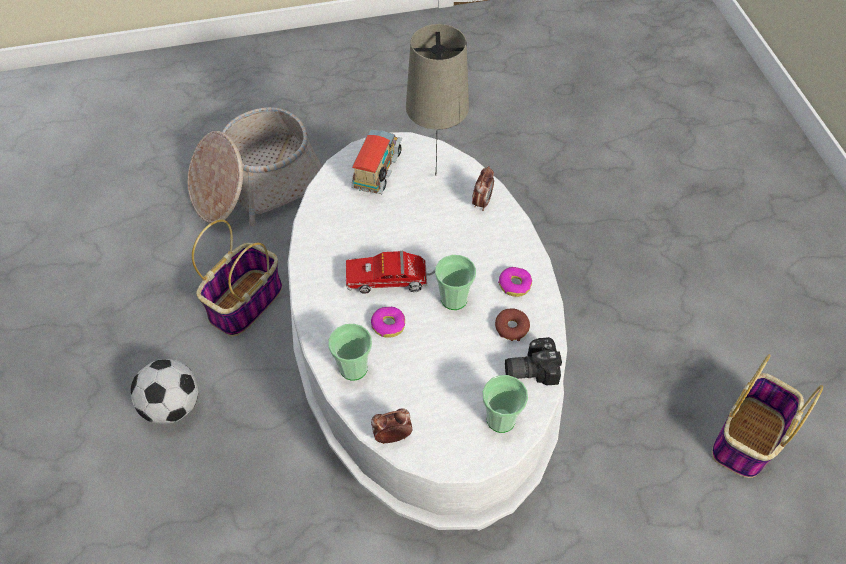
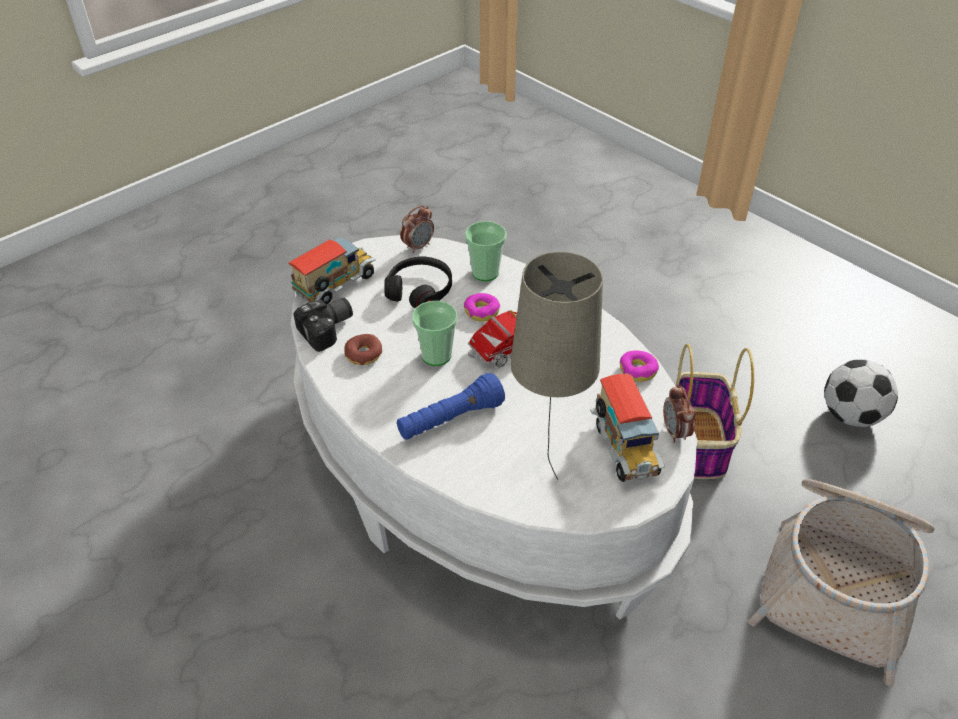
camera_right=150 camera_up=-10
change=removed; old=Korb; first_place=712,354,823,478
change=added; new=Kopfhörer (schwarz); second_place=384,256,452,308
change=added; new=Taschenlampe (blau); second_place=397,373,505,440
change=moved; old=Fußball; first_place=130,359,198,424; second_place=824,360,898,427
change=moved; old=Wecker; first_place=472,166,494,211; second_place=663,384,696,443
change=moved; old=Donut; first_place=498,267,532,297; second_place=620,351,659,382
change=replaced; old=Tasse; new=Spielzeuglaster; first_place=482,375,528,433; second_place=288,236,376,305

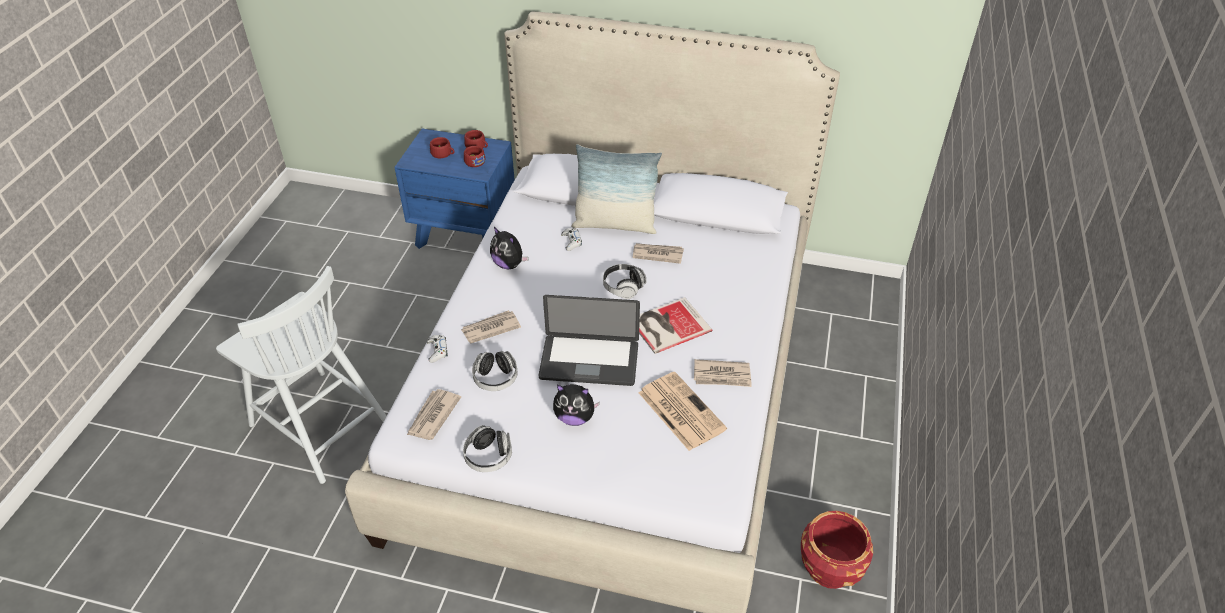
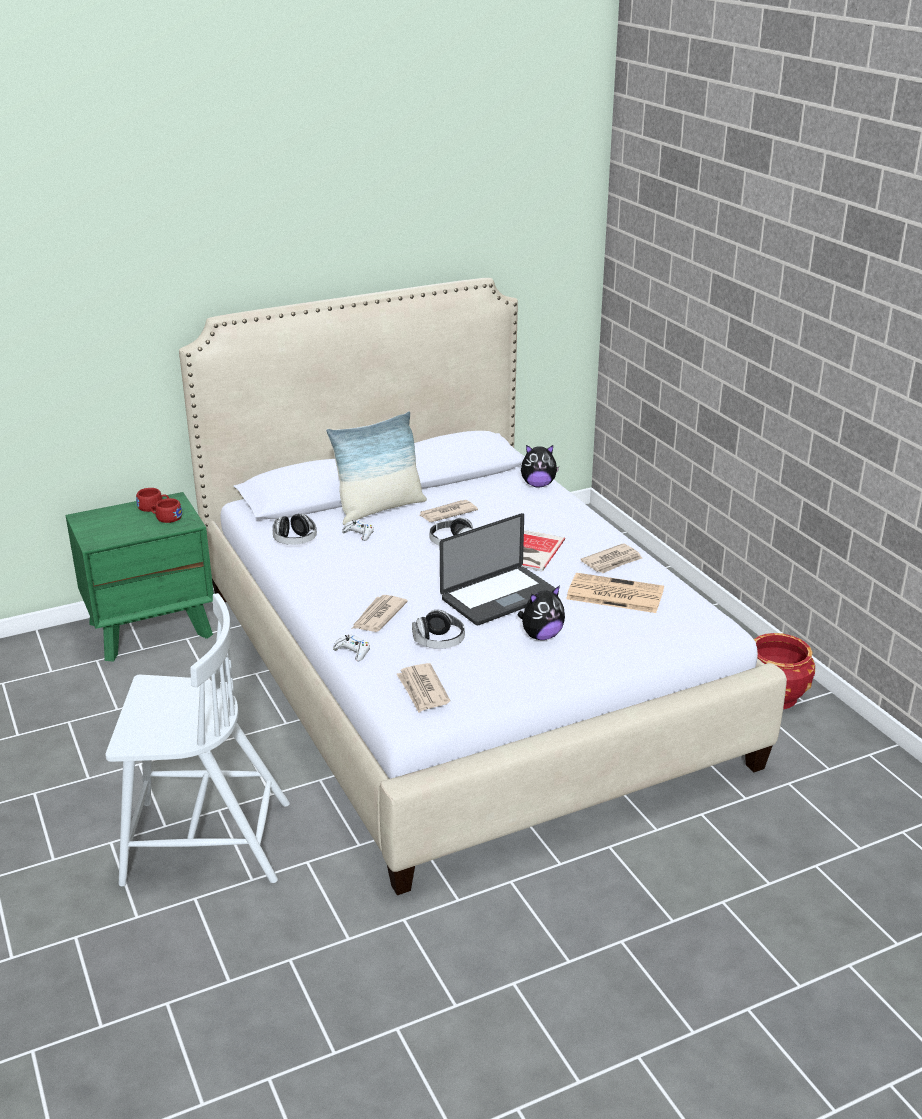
camera_right=-40 camera_up=-15
change=removed; old=Tasse (rot); first_place=430,137,454,158
change=moved; old=Kopfhörer; first_place=463,425,512,472; second_place=272,513,317,545
change=moved; old=Plüschtier; first_place=490,227,529,269; second_place=521,445,559,487
change=recoloured; old=Nachttisch (blau); new=Nachttisch (grün); first_place=394,129,515,249; second_place=65,492,214,661

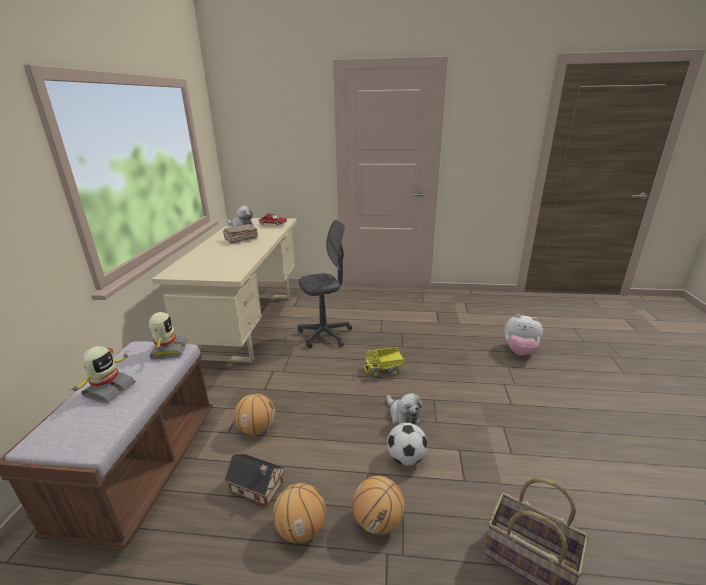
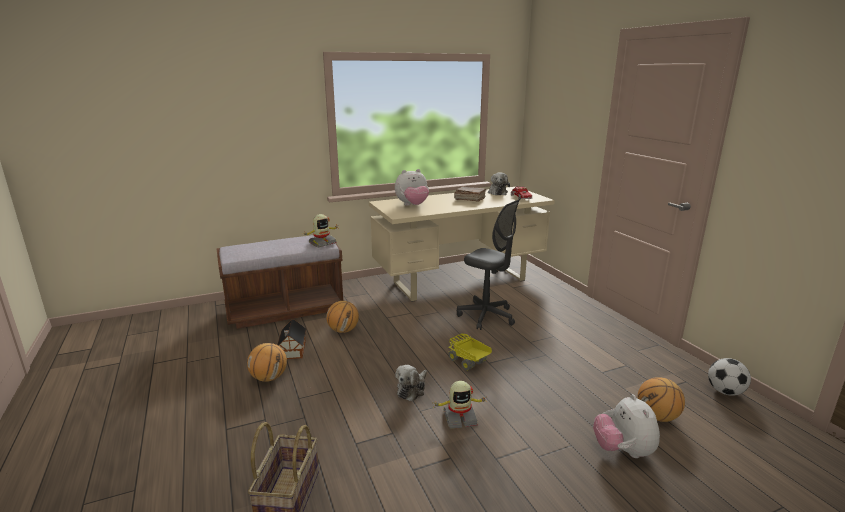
camera_right=60 camera_up=-5
change=added; new=Plüschtier; second_place=395,169,429,206
change=moved; old=Spielzeugroboter; first_place=70,346,136,403; second_place=434,381,487,429
change=moved; old=Basketball; first_place=353,476,405,535; second_place=638,377,685,422
change=moved; old=Fußball; first_place=387,423,428,466; second_place=708,358,751,396

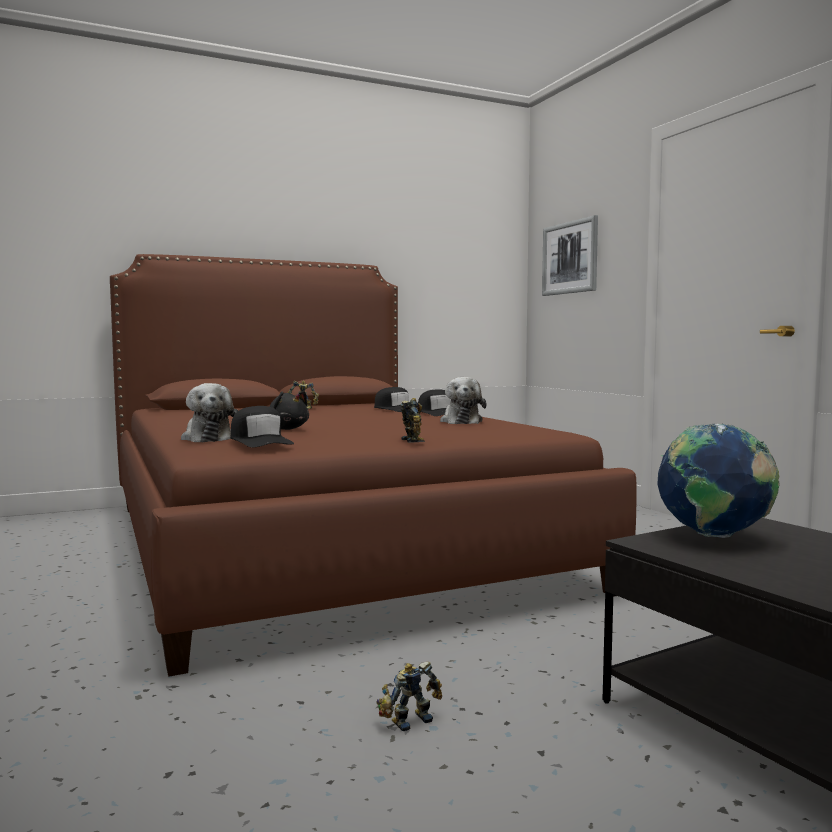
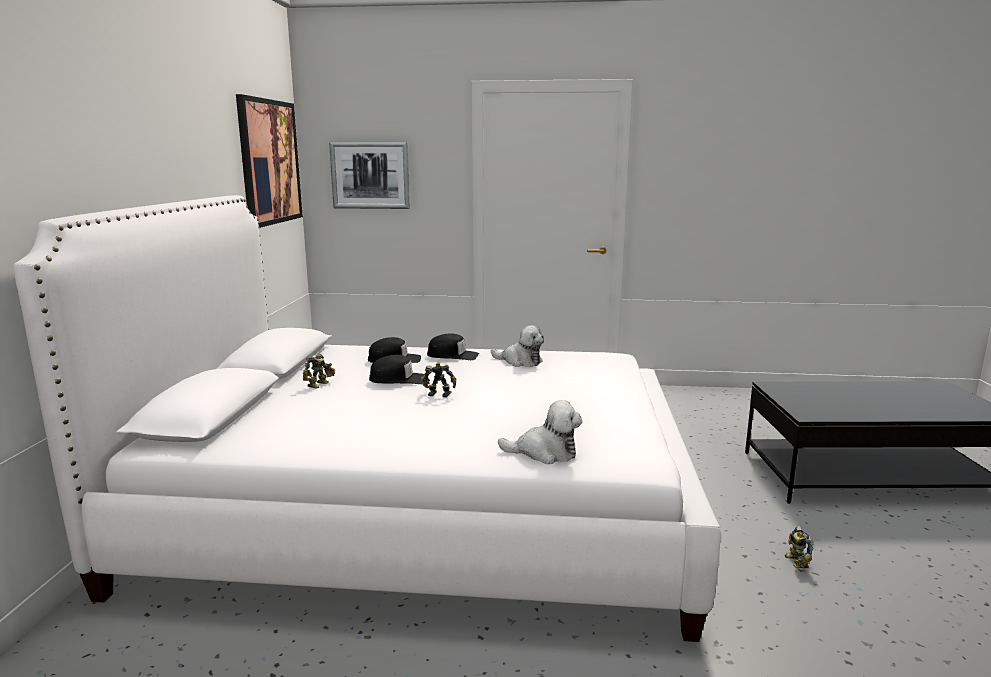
camera_right=-60 camera_up=10
change=removed; old=Plüschtier (schwarz); first_place=269,391,309,430
change=removed; old=Globus; first_place=657,423,780,538
change=added; new=Bild; second_place=236,94,303,228
change=moved; old=Kappe (schwarz); first_place=231,406,294,447; second_place=369,355,425,384
change=moved; old=Spielzeugroboter; first_place=401,398,425,443; second_place=421,363,457,398
change=recoloured; old=Bett (braun); new=Bett (weiß); first_place=110,254,637,677; second_place=13,195,721,642

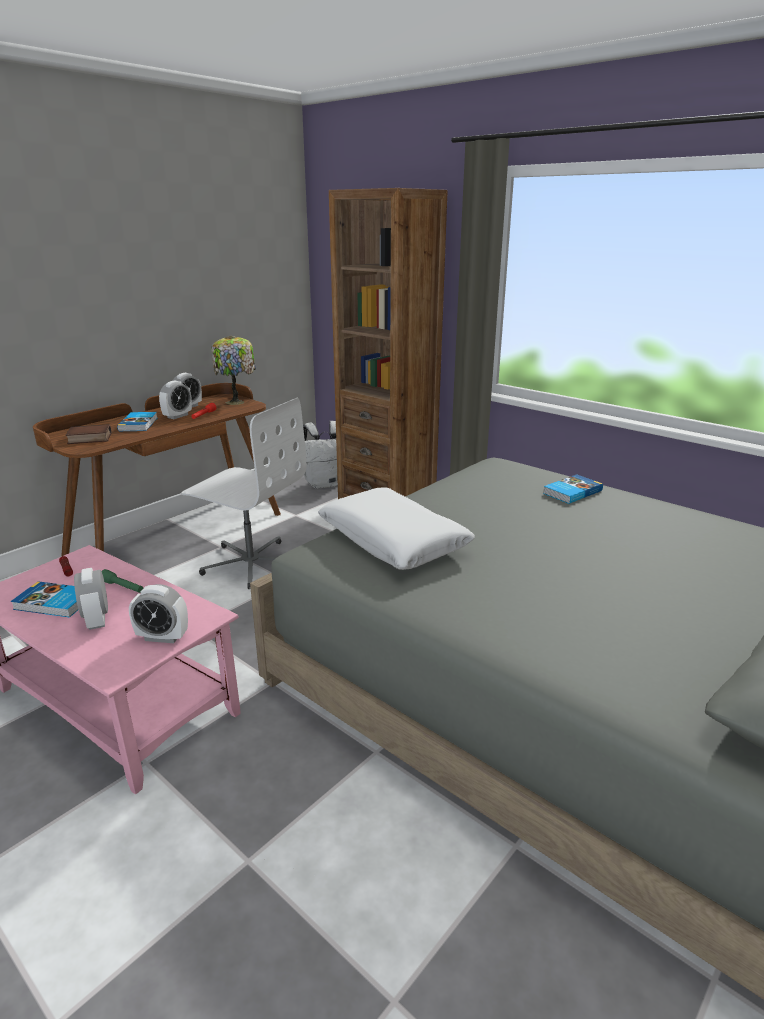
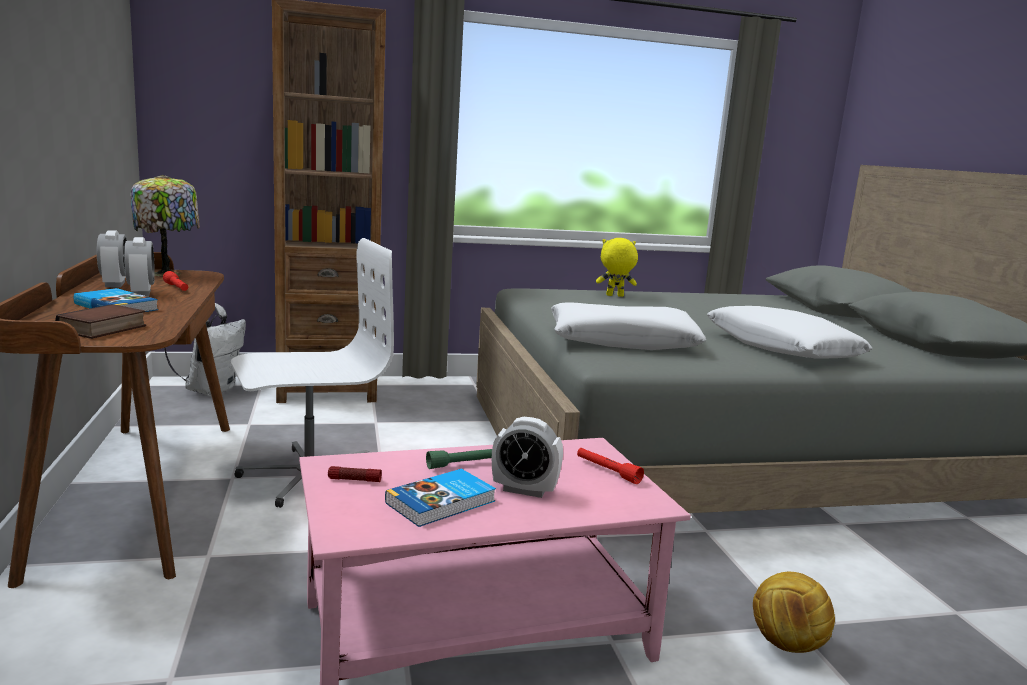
camera_right=-55 camera_up=-10
change=added; new=Kissen (weiß); second_place=707,306,872,359
change=added; new=Fußball; second_place=753,572,835,653
change=replaced; old=Wecker; new=Taschenlampe (rot); first_place=129,584,188,643; second_place=577,448,644,484
change=replaced; old=Buch; new=Plüschtier (gelb); first_place=543,474,603,504; second_place=596,238,638,297

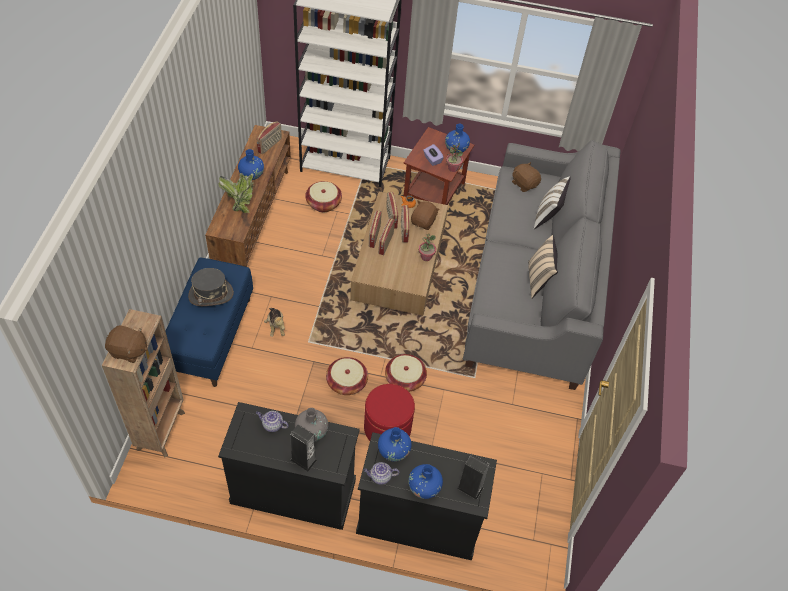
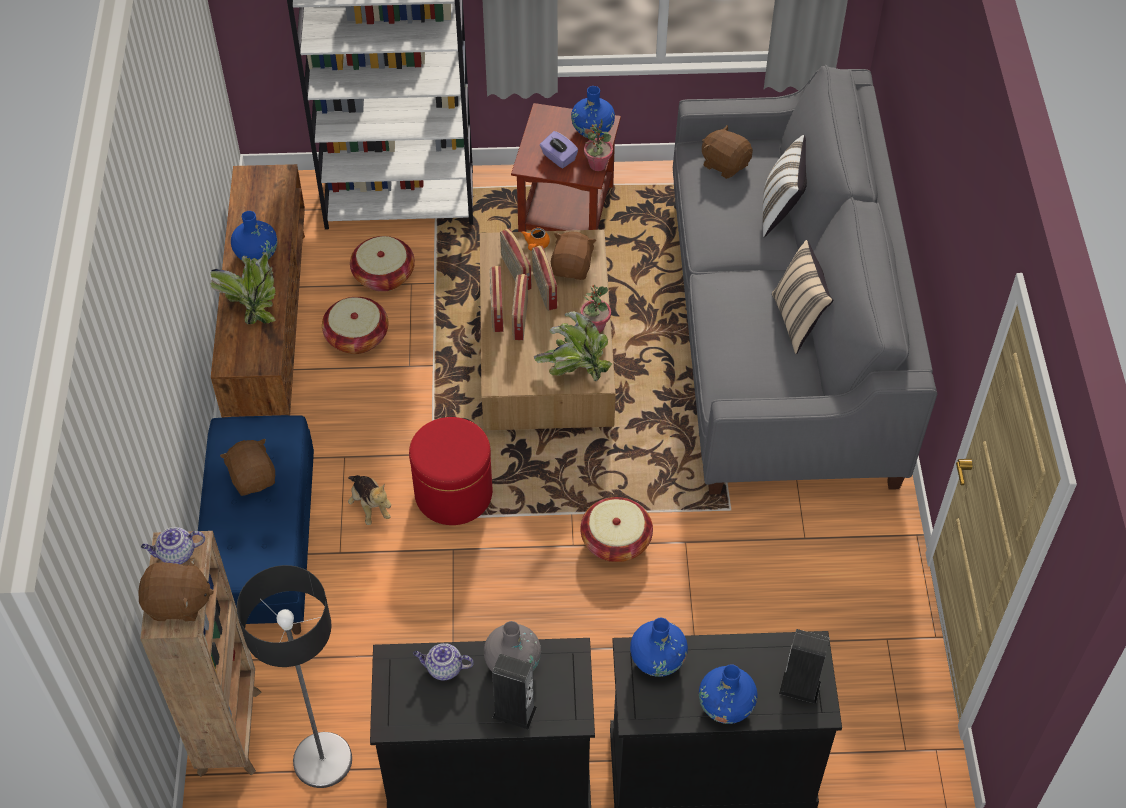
camera_right=-10 camera_up=0
change=removed; old=Radio; first_place=256,121,282,154
change=added; new=Stehlampe; second_place=237,565,352,788
change=added; new=Topfpflanze; second_place=534,312,612,381
change=moved; old=Korb; first_place=326,357,368,395; second_place=322,297,389,354
change=moved; old=Teekanne; first_place=363,462,399,485; second_place=141,527,205,564
change=moved; old=Polsterhocker (rot); first_place=364,384,415,441; second_place=409,417,492,525
change=replaced; old=Hut (grau); new=Plüschtier (braun); first_place=188,268,234,306; second_place=220,439,275,496

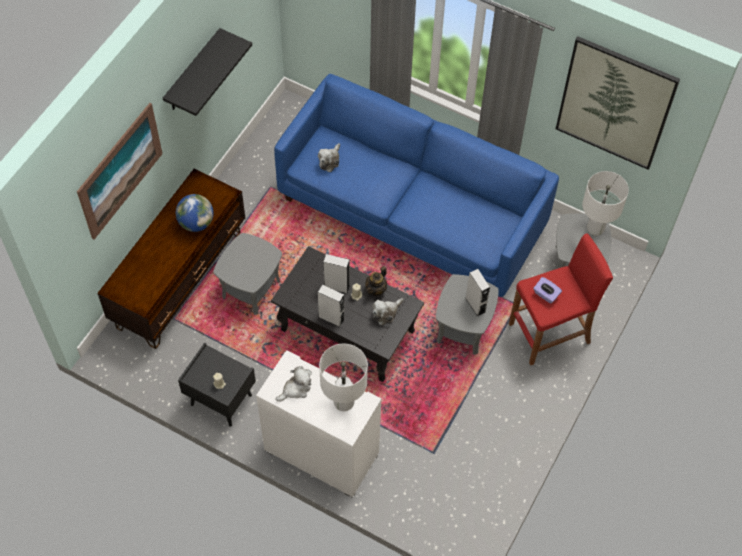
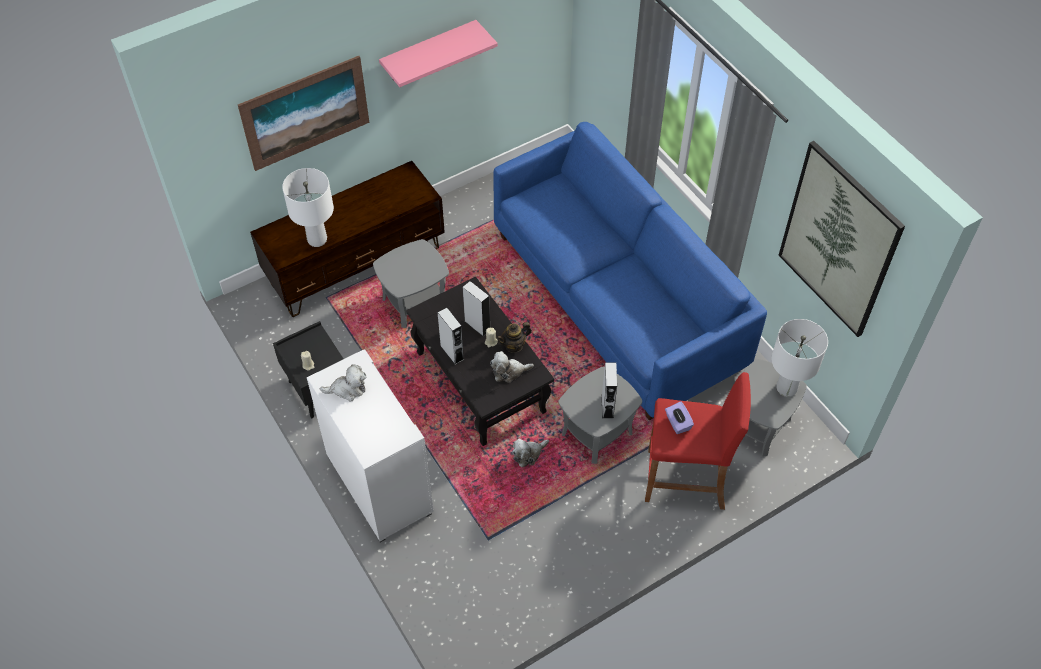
camera_right=30 camera_up=-5
change=removed; old=Globus; first_place=176,194,214,232
change=moved; old=Plüschtier; first_place=318,143,340,172; second_place=512,438,549,467
change=moved; old=Tischlampe (weiß); first_place=319,344,368,411; second_place=282,168,334,247
change=recoloured; old=Wandregal (schwarz); new=Wandregal (rosa); first_place=163,28,252,116; second_place=379,20,498,87

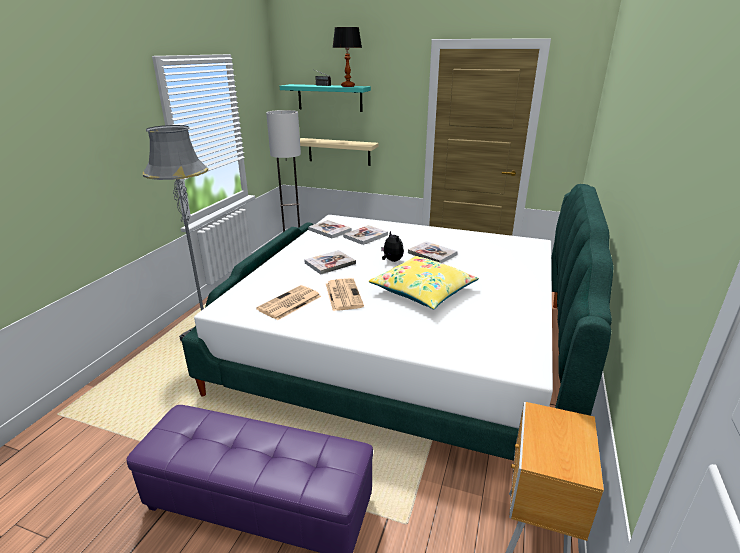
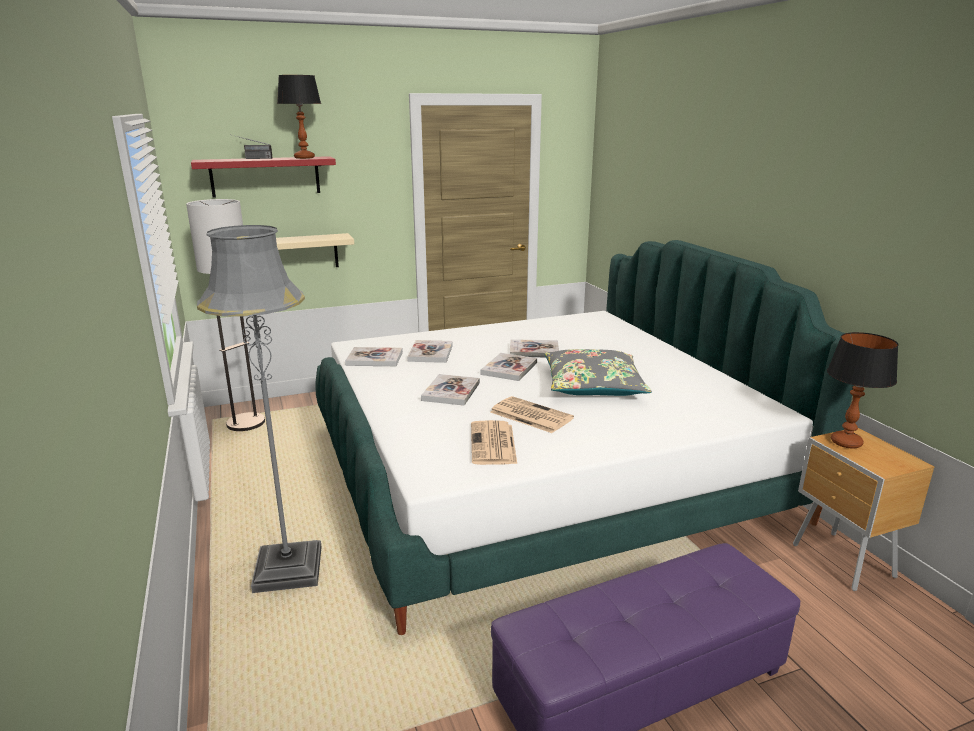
camera_right=-40 camera_up=-5
change=added; new=Tischlampe; second_place=827,332,899,449
change=replaced; old=Plüschtier; new=Buch; first_place=381,231,404,262; second_place=481,353,537,381
change=recoloured; old=Wandregal (türkis); new=Wandregal (rot); first_place=280,84,371,112; second_place=191,156,336,197
change=recoloured; old=Kissen (gelb); new=Kissen (grau); first_place=369,256,479,309; second_place=545,349,652,396

